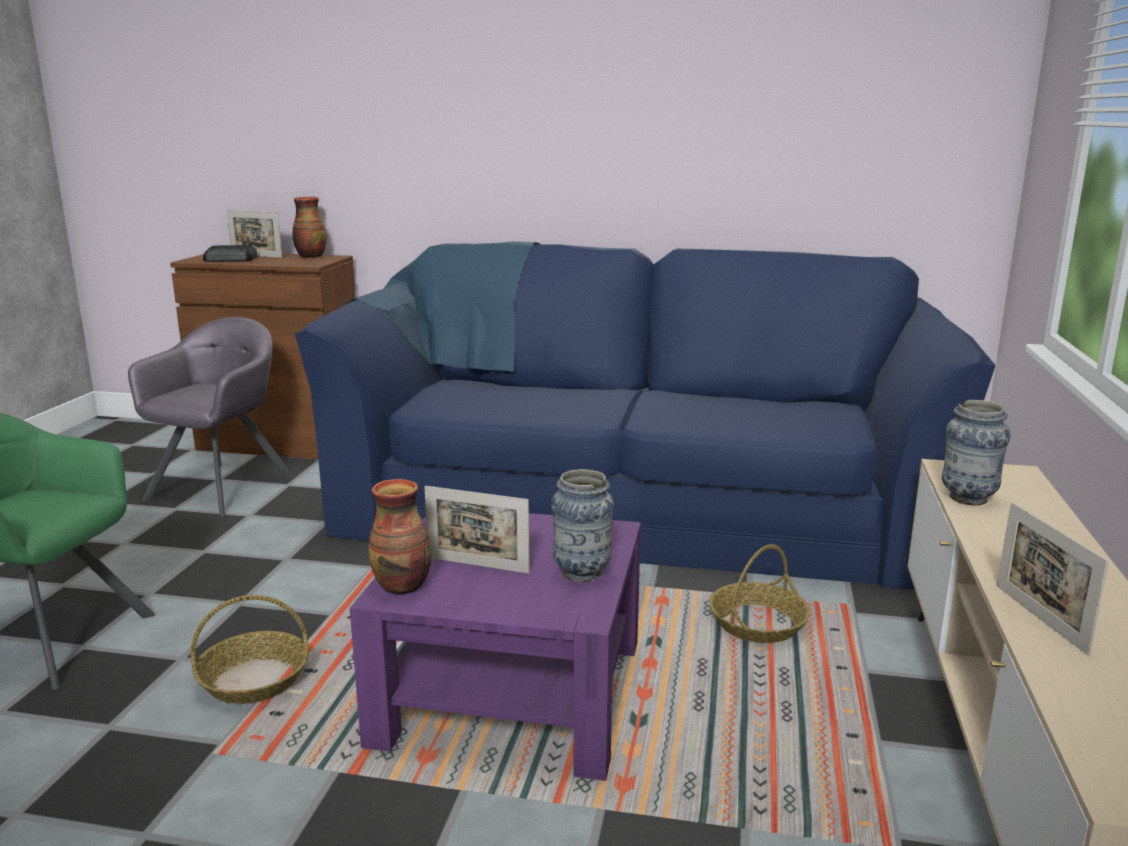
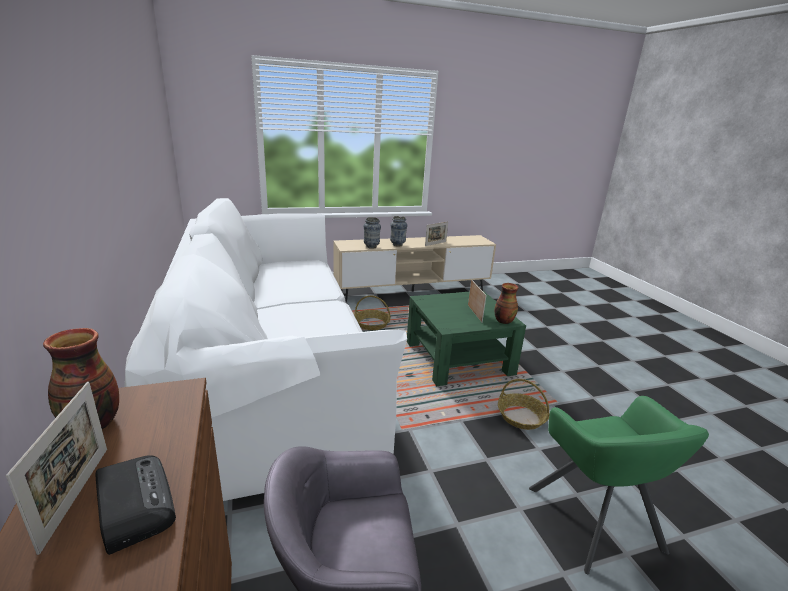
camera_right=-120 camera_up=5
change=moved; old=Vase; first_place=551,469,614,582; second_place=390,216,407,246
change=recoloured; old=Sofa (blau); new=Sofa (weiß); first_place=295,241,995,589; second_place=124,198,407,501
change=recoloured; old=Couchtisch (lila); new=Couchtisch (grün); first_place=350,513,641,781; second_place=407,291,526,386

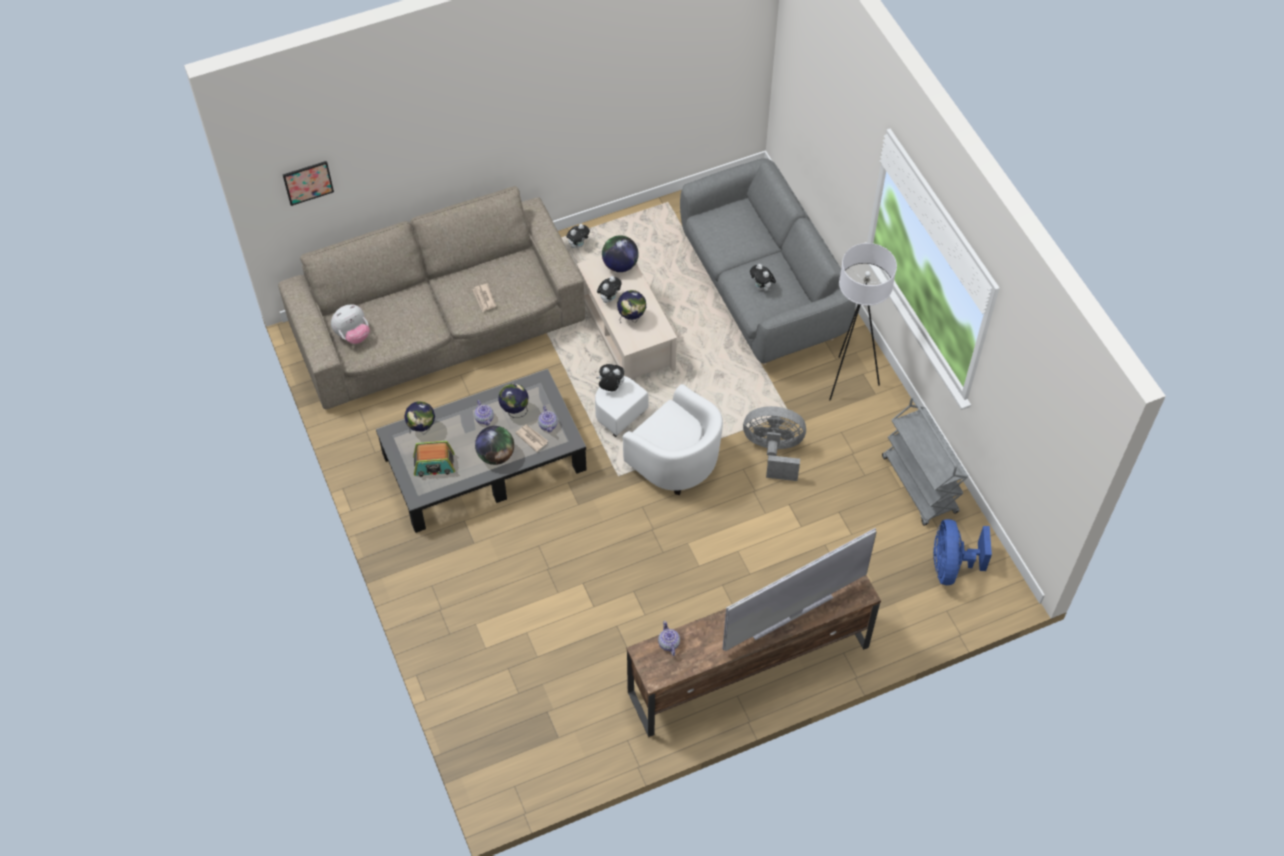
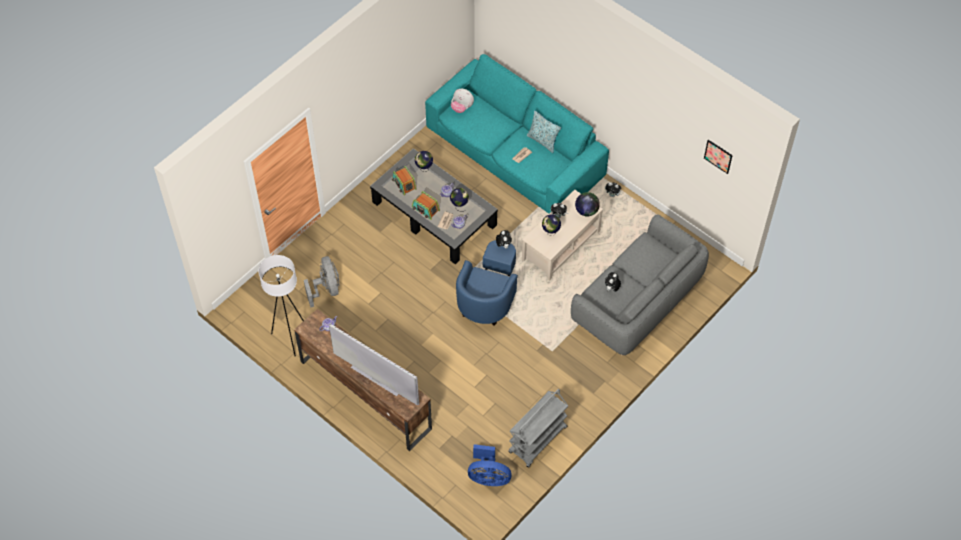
camera_right=65 camera_up=0
change=added; new=Kissen; second_place=527,111,561,153
change=moved; old=Bild; first_place=283,161,334,206; second_place=704,140,733,174
change=moved; old=Ventilator (grau); first_place=743,406,806,481; second_place=304,256,340,308
change=moved; old=Stehlampe (weiß); first_place=829,243,897,400; second_place=258,255,304,356
change=replaced; old=Globus; new=Radio; first_place=475,426,514,465; second_place=412,191,440,219
change=recoloured; old=Sofa (beige); new=Sofa (türkis); first_place=278,186,585,409; second_place=425,54,609,214
change=recoloured; old=Sessel (weiß); new=Sessel (blau); first_place=595,376,723,495; second_place=456,240,518,326
change=turned; old=Ventilator (blau); first_place=933,519,992,585; second_place=468,444,512,486; degrees=-150

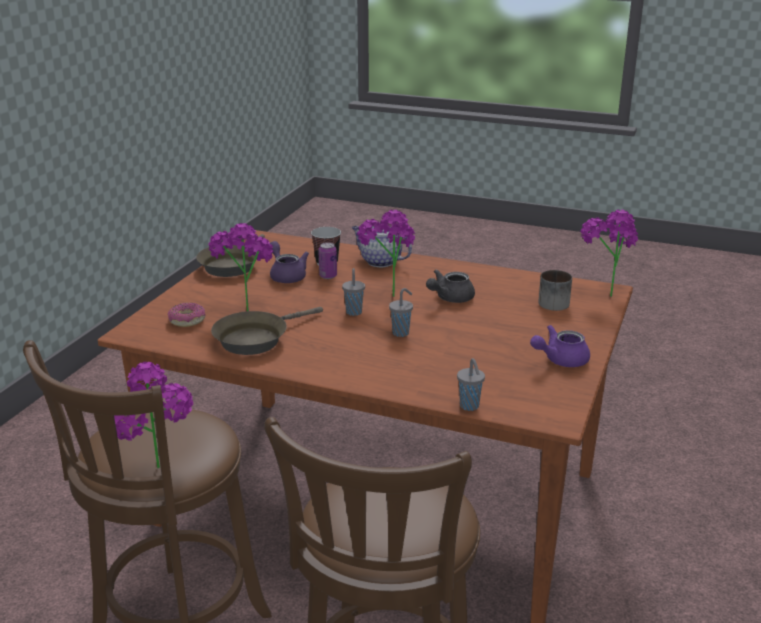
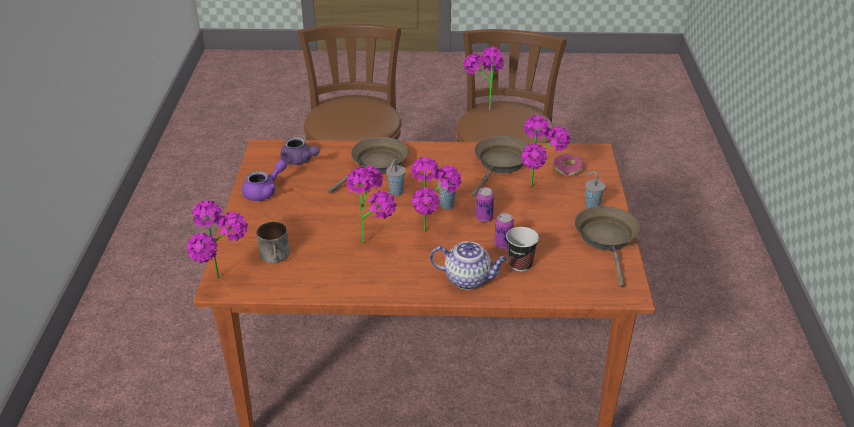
camera_right=160 camera_up=10
change=added; new=Pfanne (braun); second_place=328,137,409,193
change=added; new=Dose; second_place=476,187,494,222
change=moved; old=Teekanne (lila); first_place=270,241,309,283; second_place=280,137,320,165
change=moved; old=Tasse (grau); first_place=457,358,485,411; second_place=585,171,606,208
change=replaced; old=Teekanne (grau); new=Topfpflanze; first_place=426,269,475,303; second_place=346,166,396,244

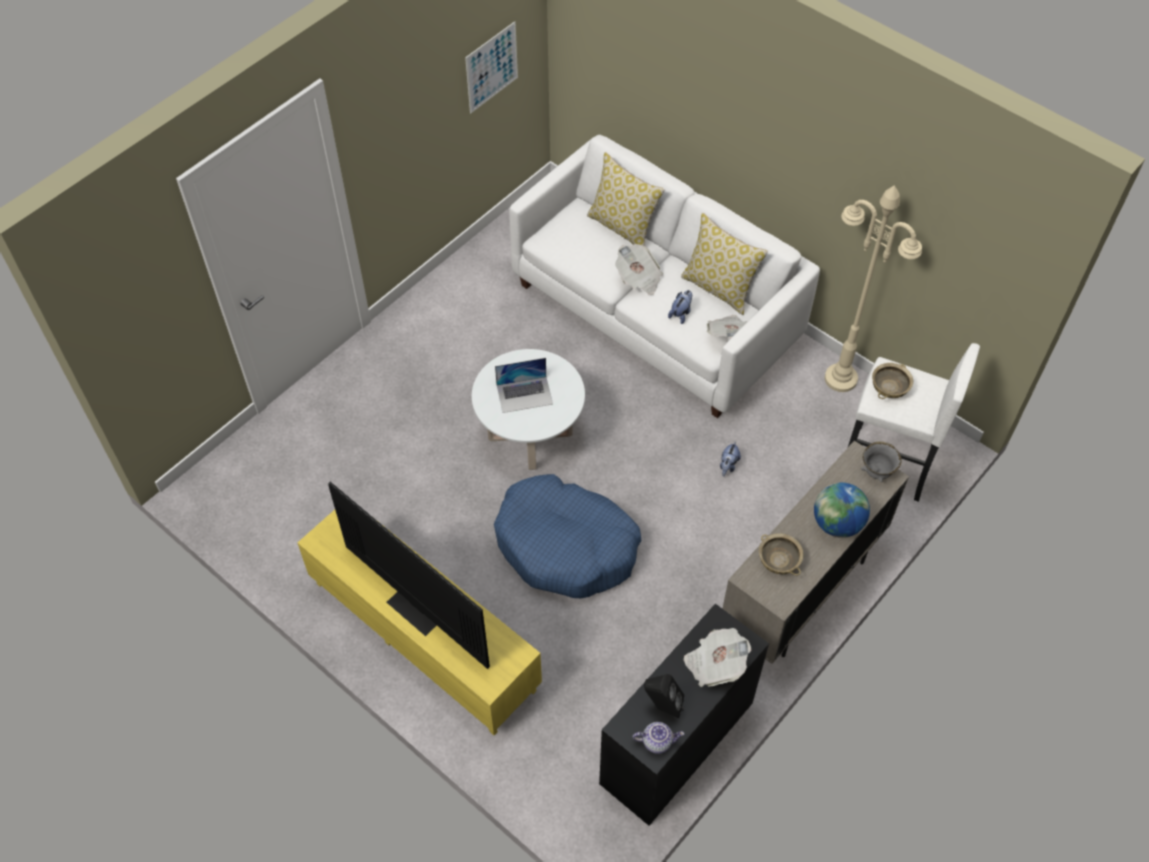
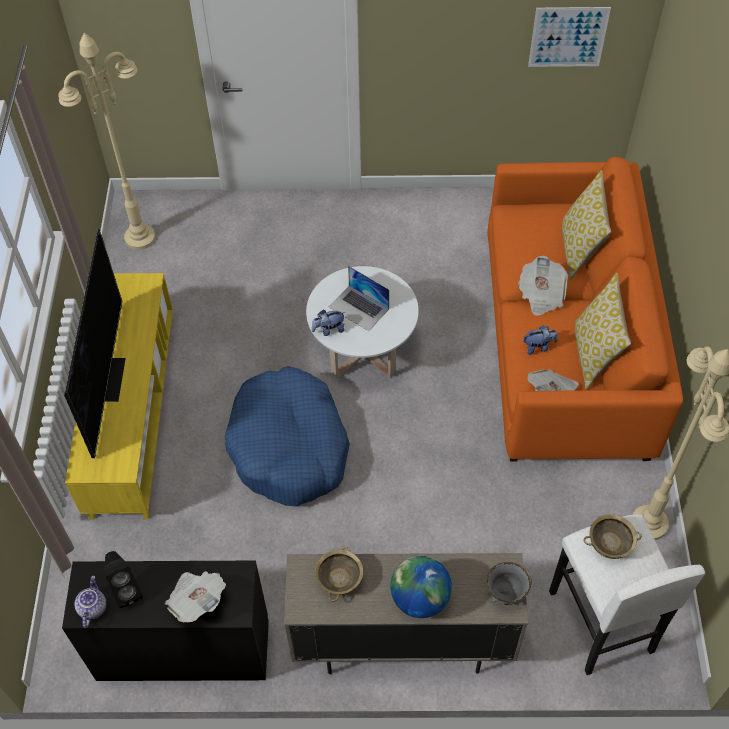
camera_right=50 camera_up=0
change=added; new=Stehlampe (beige); second_place=58,33,156,250
change=moved; old=Plüschtier; first_place=720,441,741,477; second_place=312,310,345,336
change=recoloured; old=Sofa (weiß); new=Sofa (orange); first_place=509,135,820,418; second_place=487,157,683,462
change=turned; old=Teekanne; first_place=633,722,684,754; second_place=75,575,107,628; degrees=-135

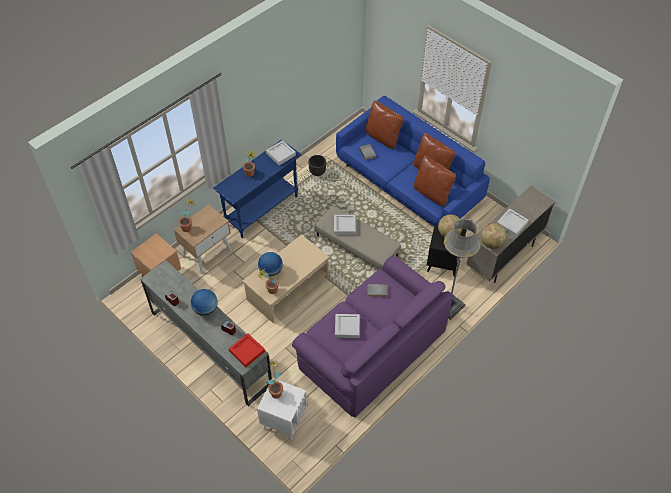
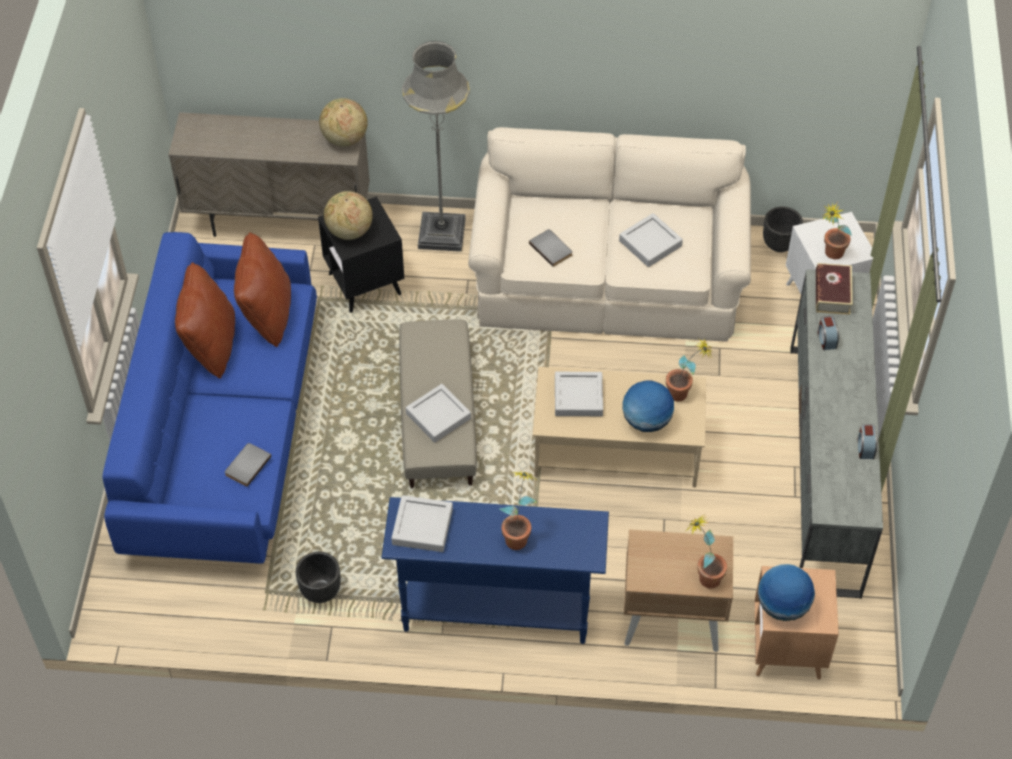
camera_right=-130 camera_up=0
change=removed; old=Kissen (braun); first_place=365,101,403,149
change=added; new=Pflanzkübel (schwarz); second_place=763,207,803,252
change=moved; old=Globus; first_place=191,289,218,316; second_place=758,564,815,621
change=moved; old=Tablett (grau); first_place=497,209,529,237; second_place=555,372,603,416
change=replaced; old=Tablett (rot); new=Buch; first_place=229,333,265,367; second_place=816,263,853,315
change=recoloured; old=Sofa (lila); new=Sofa (beige); first_place=292,255,453,417; second_place=468,127,751,342

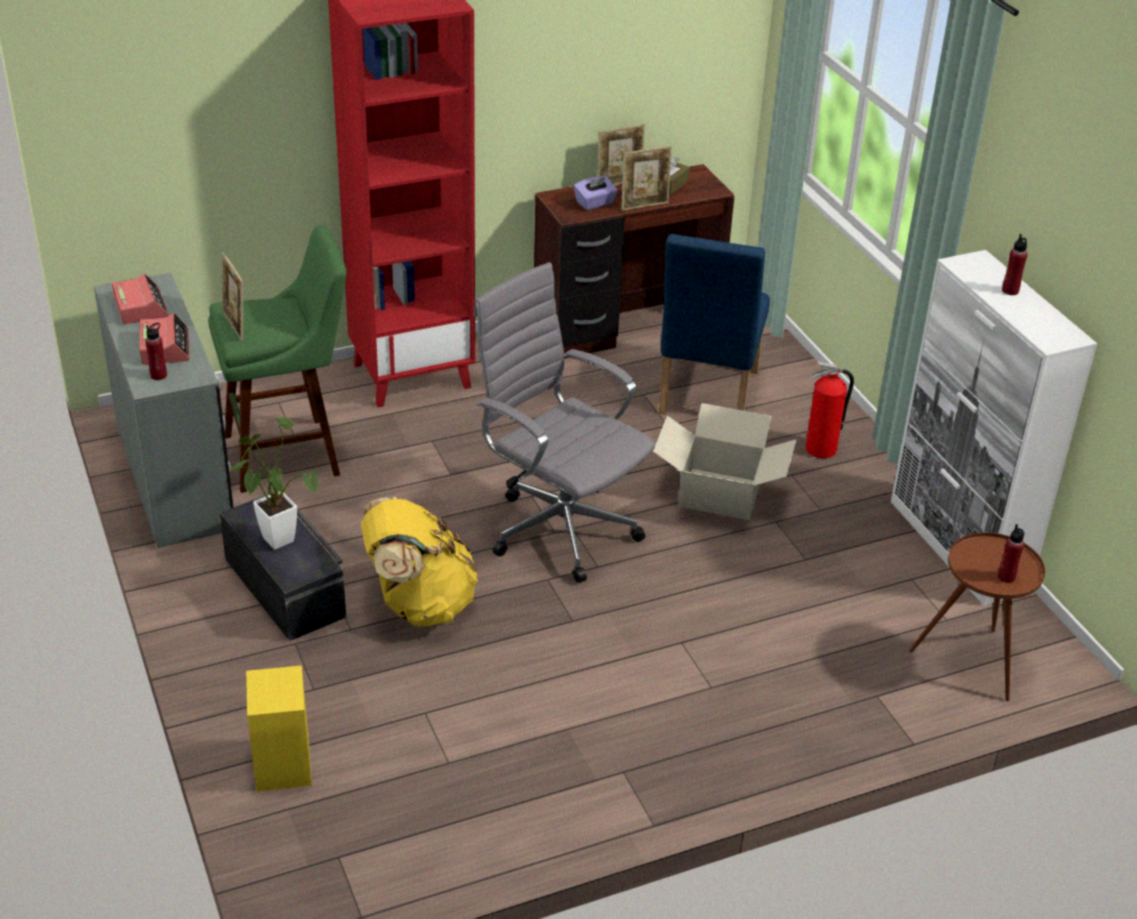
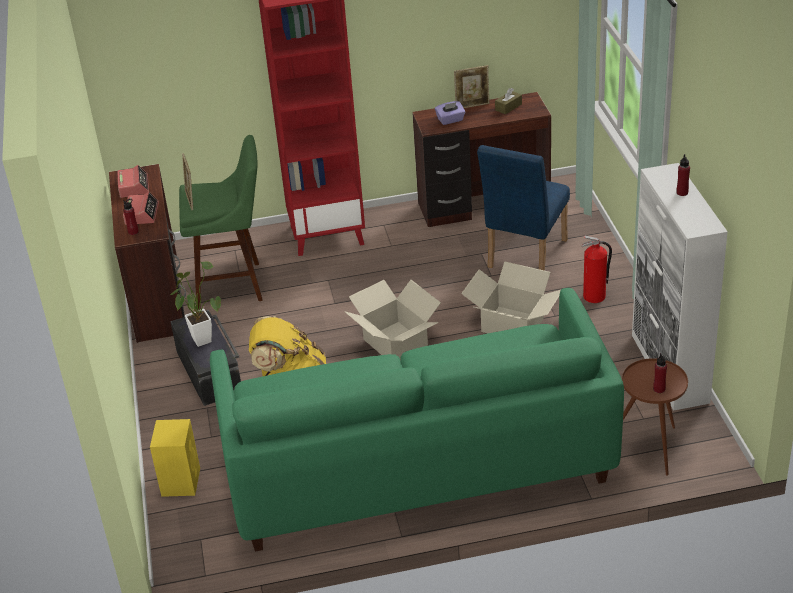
camera_right=15 camera_up=0
change=removed; old=Bilderrahmen; first_place=621,146,672,211
change=added; new=Sofa (grün); second_place=210,288,624,552
change=replaced; old=Bürostuhl (grau); new=Karton; first_place=473,262,655,583; second_place=345,280,441,359
change=recoloured; old=Schreibtisch (grau); new=Schreibtisch (braun); first_place=94,273,233,548; second_place=109,164,186,343

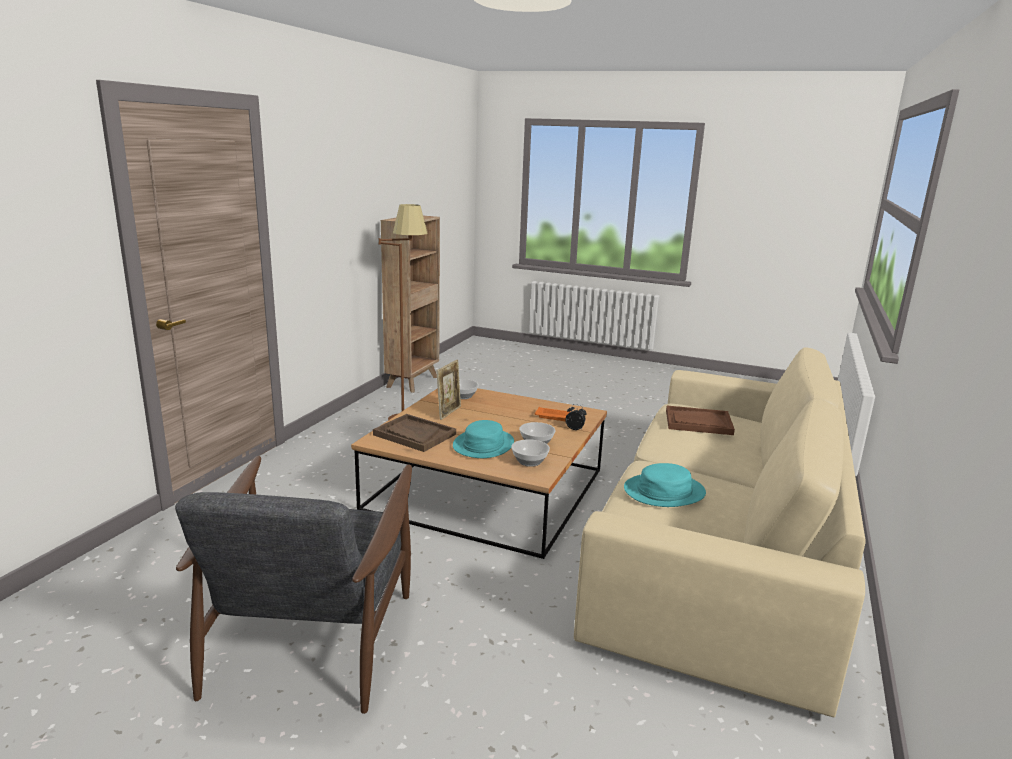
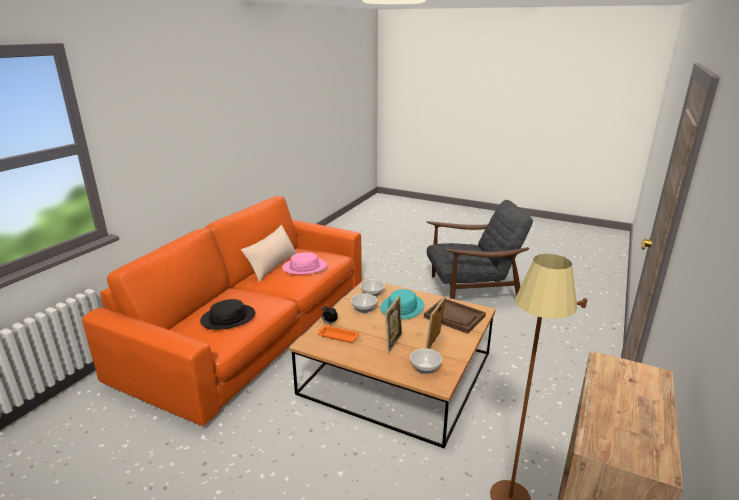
camera_right=-175 camera_up=5
change=added; new=Kissen (beige); second_place=241,225,297,282
change=added; new=Bilderrahmen; second_place=385,296,402,354
change=replaced; old=Tablett (braun); new=Hut (schwarz); first_place=666,406,735,435; second_place=200,299,255,330
change=recoloured; old=Sofa (beige); new=Sofa (orange); first_place=574,348,865,717; second_place=82,196,362,426
change=recoloured; old=Hut (türkis); new=Hut (rosa); first_place=624,463,706,507; second_place=282,252,327,275
change=turned; old=Sessel (grau); first_place=175,456,412,714; second_place=427,200,533,299; degrees=75

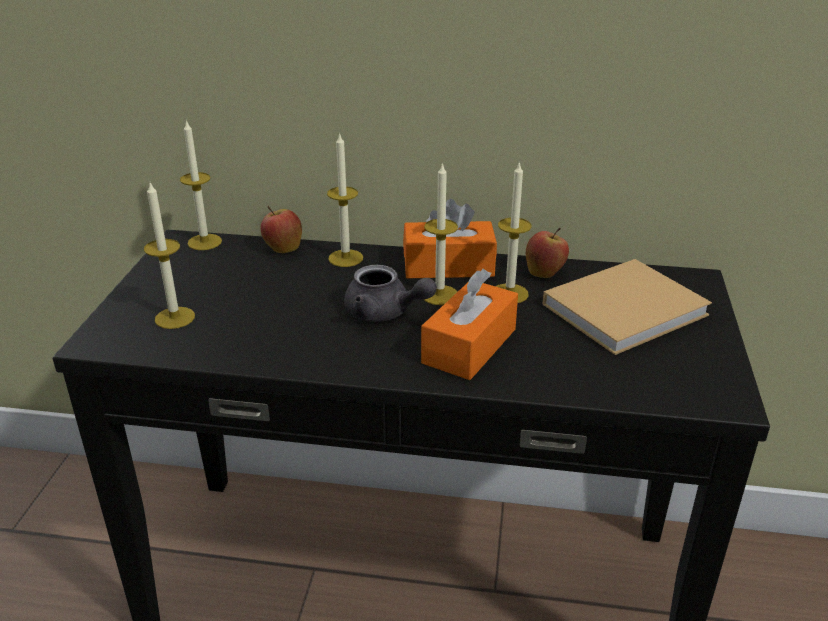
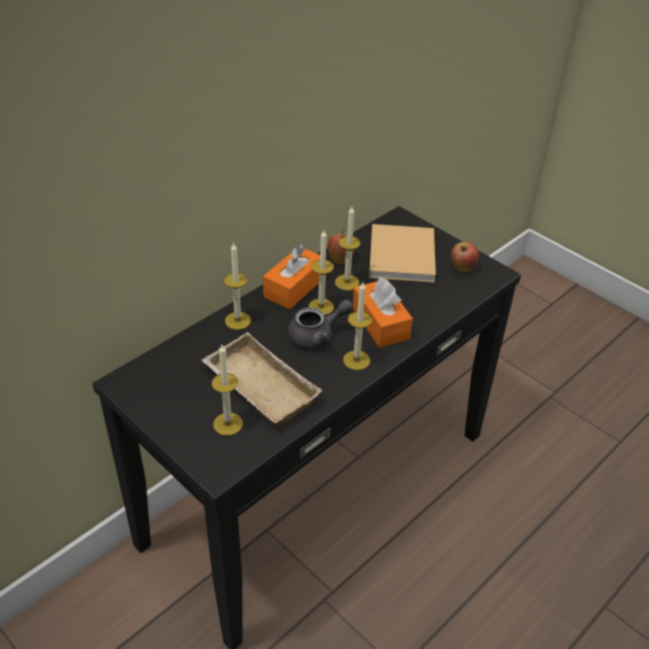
camera_right=-55 camera_up=10
change=added; new=Tablett (beige); second_place=202,332,322,426
change=moved; old=Kerze; first_place=180,120,222,250; second_place=343,282,372,370
change=moved; old=Apfel; first_place=260,205,302,253; second_place=450,242,479,272

